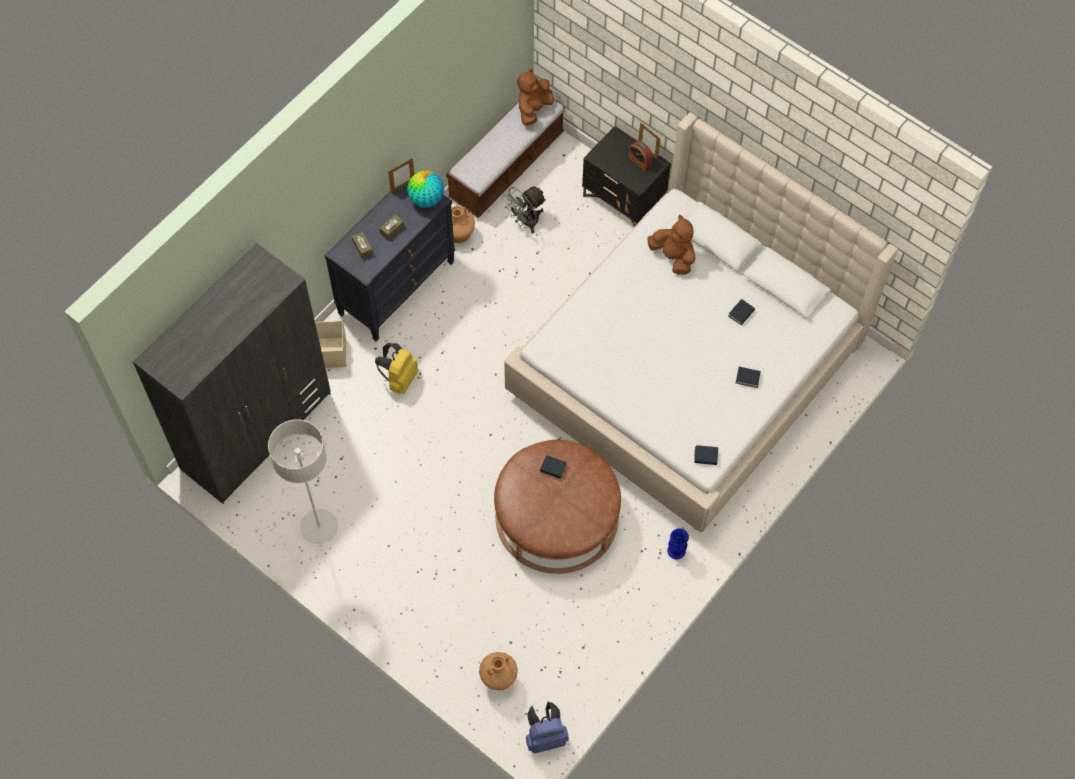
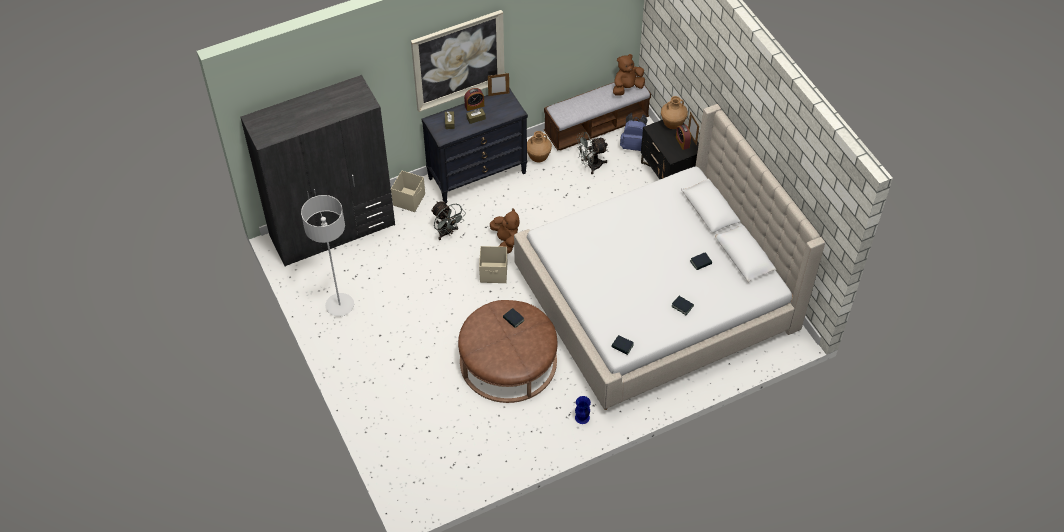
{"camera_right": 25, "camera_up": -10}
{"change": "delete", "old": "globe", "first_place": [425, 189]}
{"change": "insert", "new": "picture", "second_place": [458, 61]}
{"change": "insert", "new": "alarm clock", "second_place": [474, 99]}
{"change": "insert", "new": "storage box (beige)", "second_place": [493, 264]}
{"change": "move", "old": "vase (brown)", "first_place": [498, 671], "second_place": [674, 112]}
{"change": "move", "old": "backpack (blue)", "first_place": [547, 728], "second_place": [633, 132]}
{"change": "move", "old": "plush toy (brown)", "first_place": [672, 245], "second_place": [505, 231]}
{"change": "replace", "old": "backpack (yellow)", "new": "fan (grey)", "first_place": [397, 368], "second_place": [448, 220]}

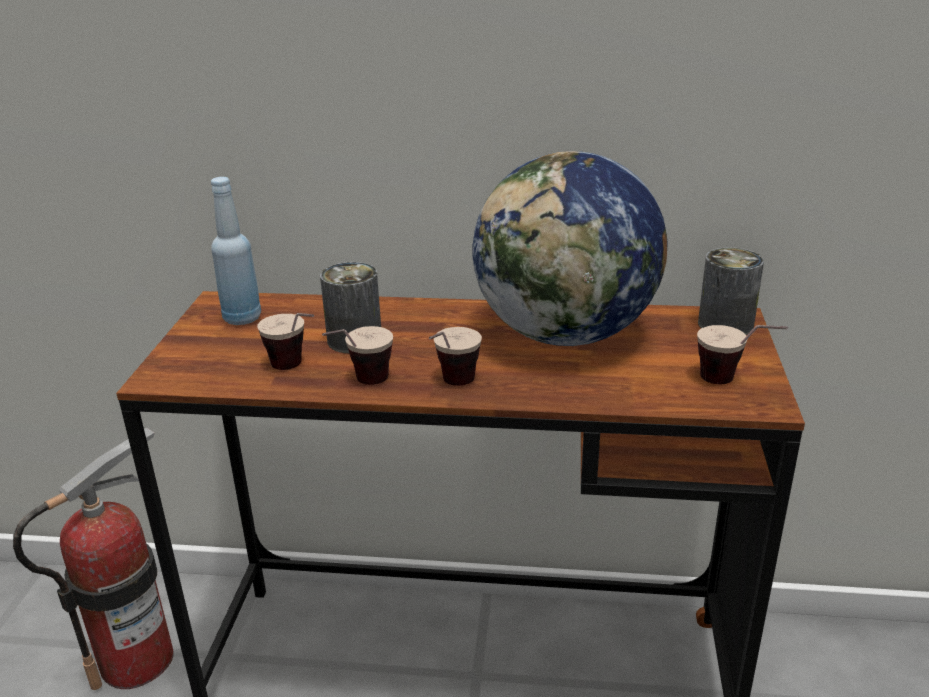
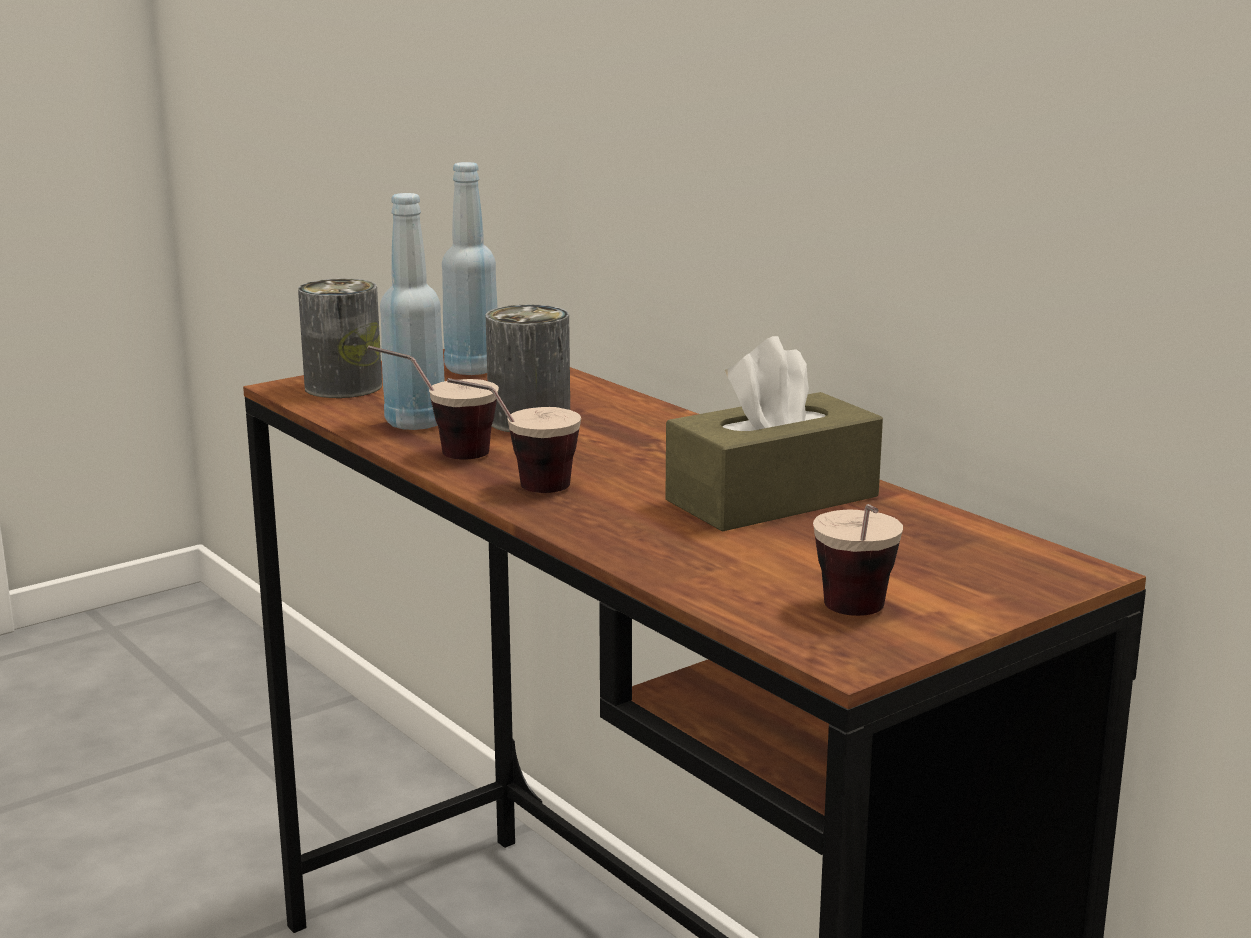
{"camera_right": 45, "camera_up": -10}
{"change": "delete", "old": "fire extinguisher", "first_place": [93, 559]}
{"change": "move", "old": "can", "first_place": [731, 291], "second_place": [340, 338]}
{"change": "replace", "old": "cup", "new": "bottle (blue)", "first_place": [285, 341], "second_place": [412, 311]}
{"change": "replace", "old": "globe", "new": "tissue box (brown)", "first_place": [570, 248], "second_place": [774, 434]}

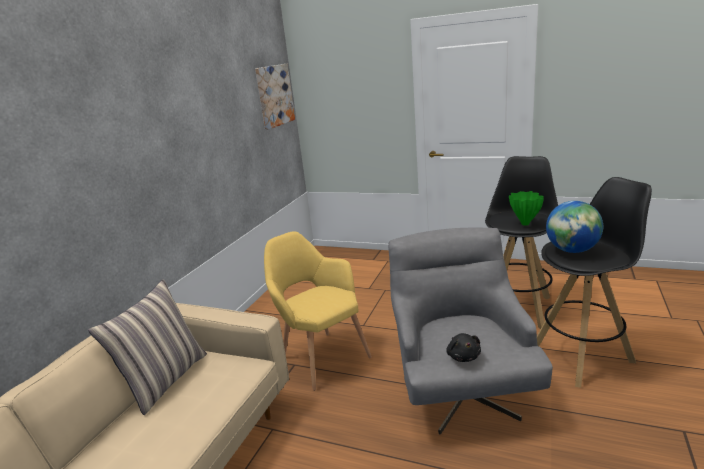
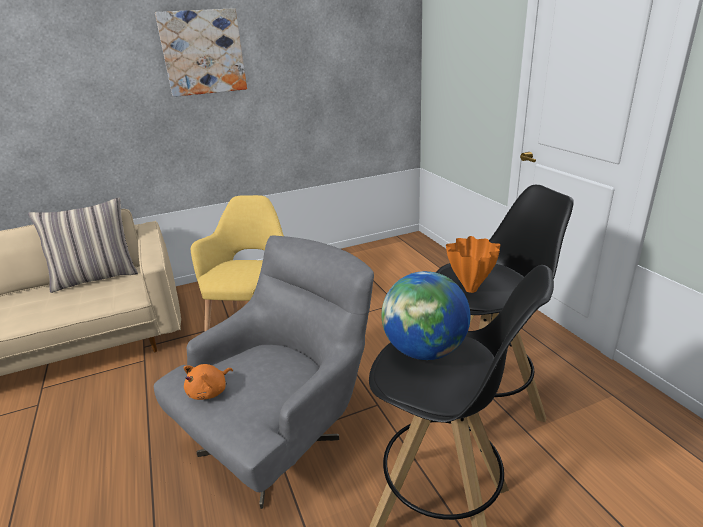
{"camera_right": 45, "camera_up": 5}
{"change": "move", "old": "picture", "first_place": [275, 97], "second_place": [201, 52]}
{"change": "recolor", "old": "plush toy (black)", "new": "plush toy (orange)", "first_place": [463, 347], "second_place": [208, 382]}
{"change": "recolor", "old": "vase (green)", "new": "vase (orange)", "first_place": [526, 208], "second_place": [473, 264]}

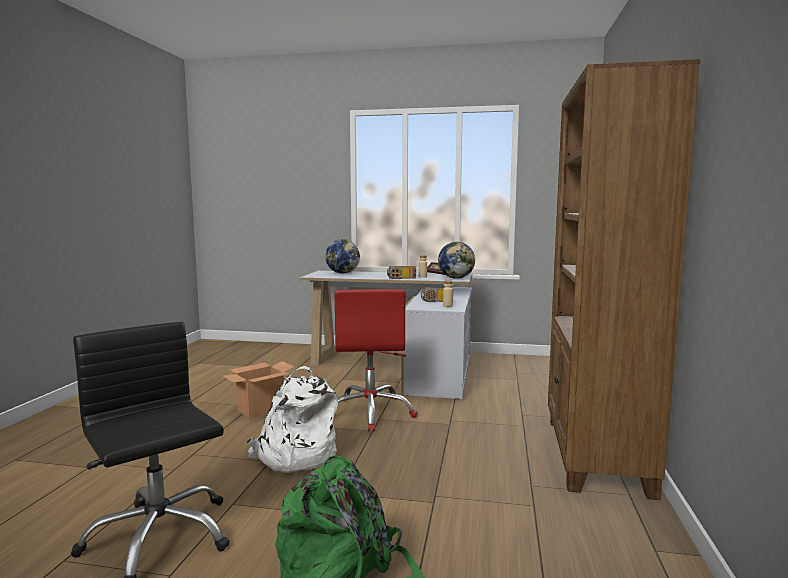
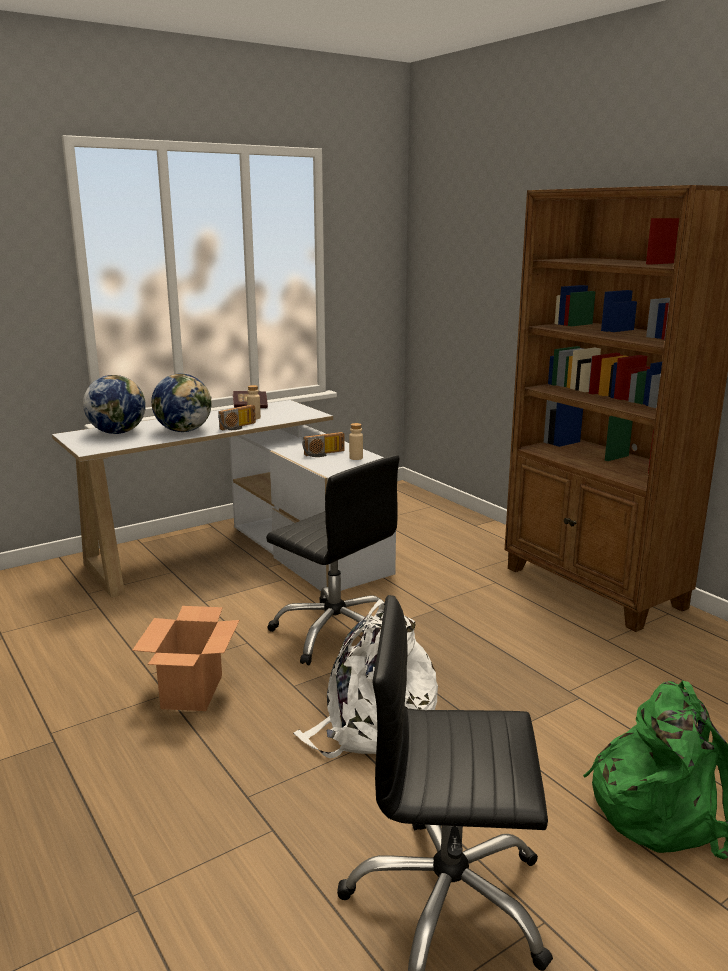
{"camera_right": -45, "camera_up": 10}
{"change": "move", "old": "globe", "first_place": [456, 260], "second_place": [181, 403]}
{"change": "recolor", "old": "office chair (red)", "new": "office chair (black)", "first_place": [376, 360], "second_place": [333, 560]}

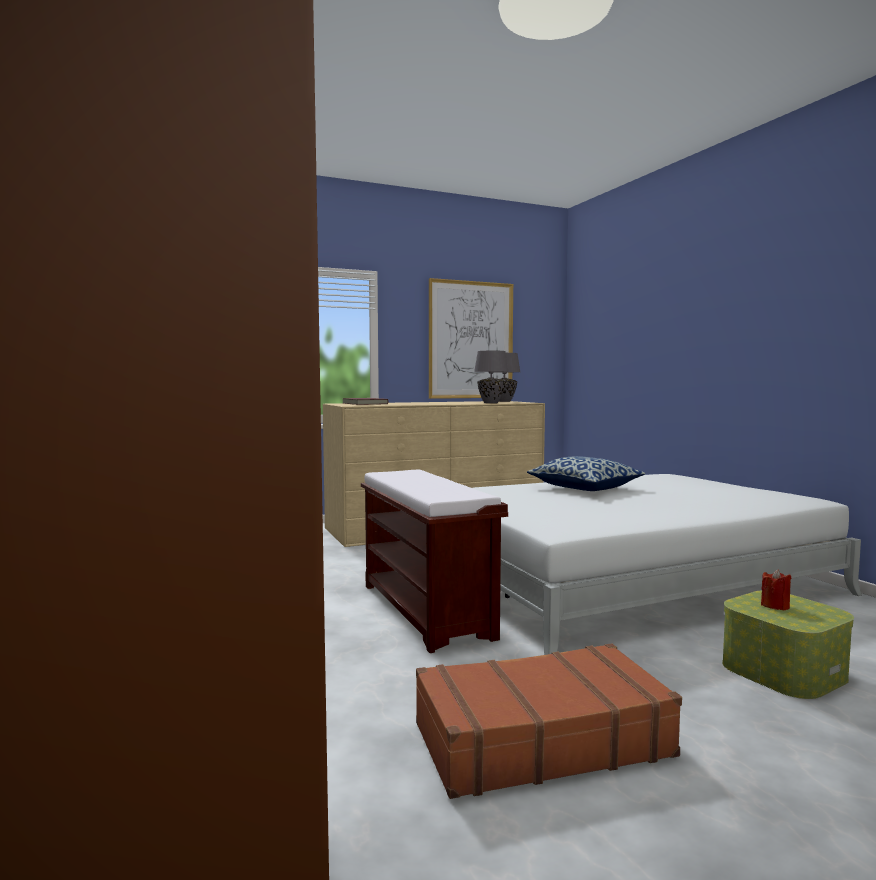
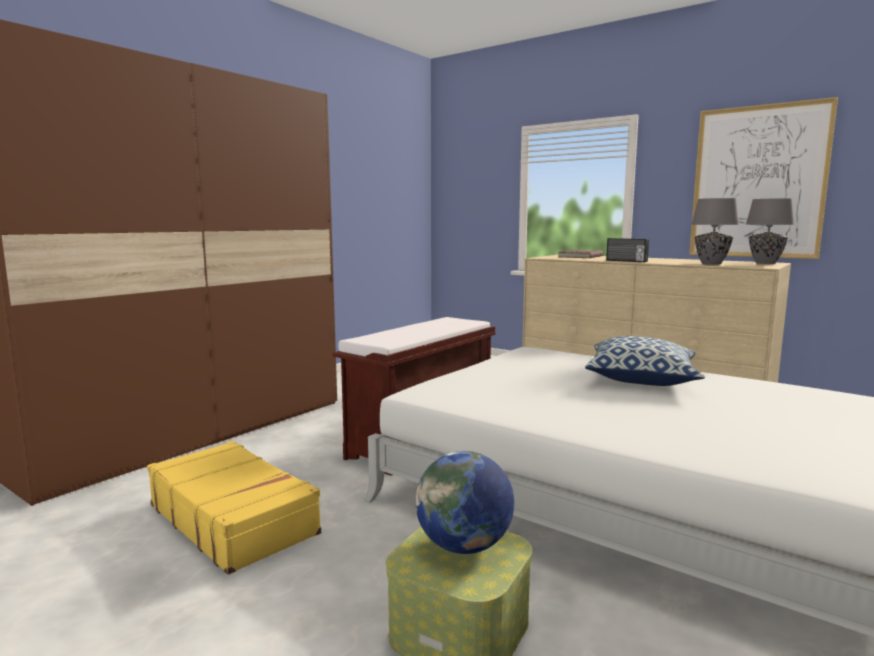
{"camera_right": 60, "camera_up": 5}
{"change": "insert", "new": "radio", "second_place": [627, 250]}
{"change": "replace", "old": "candle (red)", "new": "globe", "first_place": [776, 589], "second_place": [464, 502]}
{"change": "recolor", "old": "suitcase (brown)", "new": "suitcase (yellow)", "first_place": [549, 721], "second_place": [234, 508]}

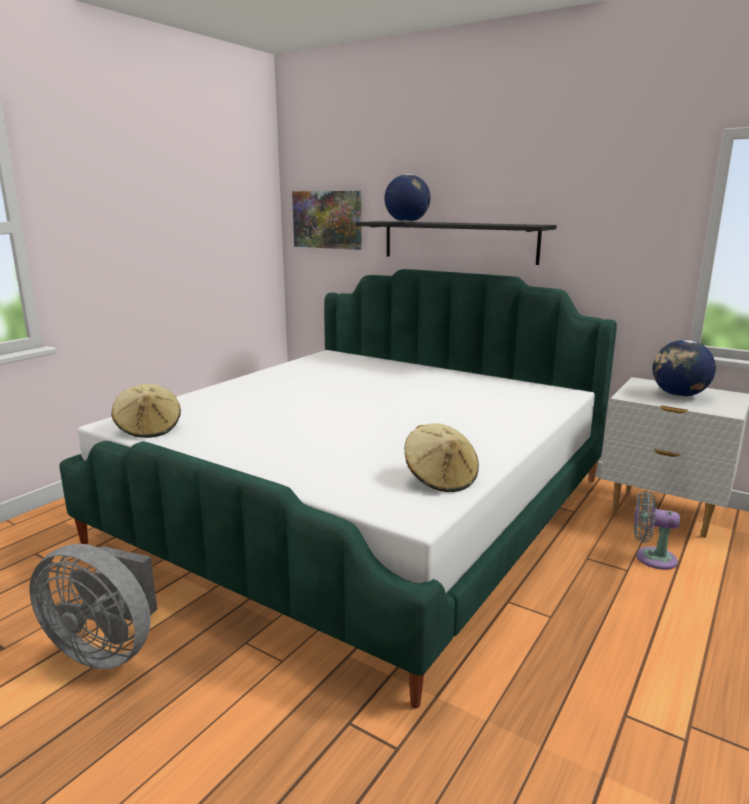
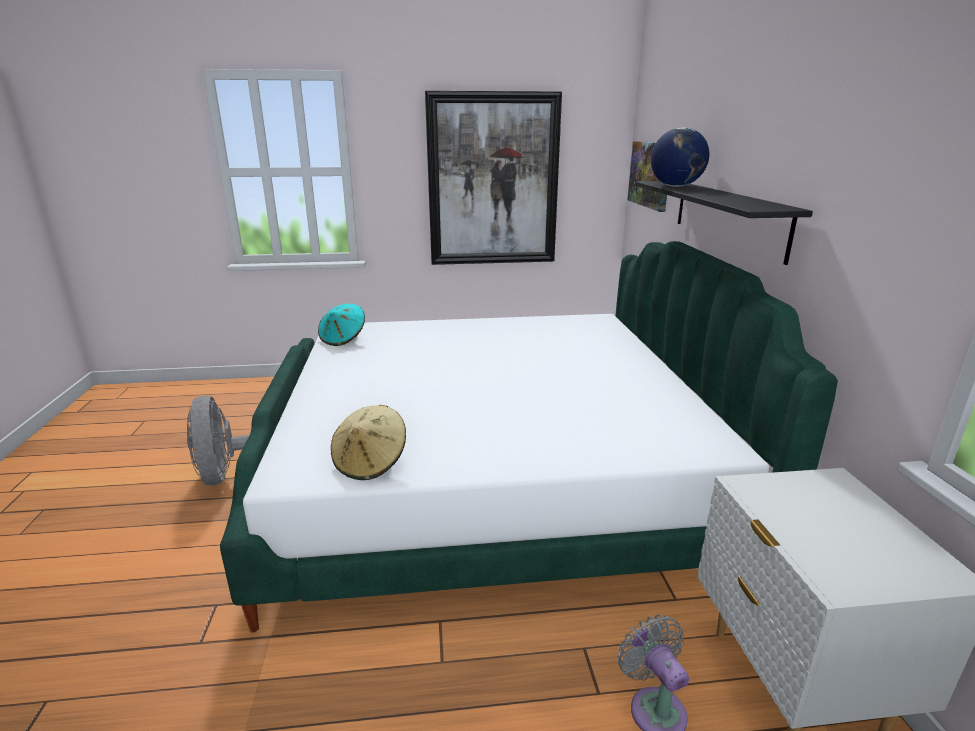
{"camera_right": 50, "camera_up": 5}
{"change": "delete", "old": "globe", "first_place": [684, 368]}
{"change": "insert", "new": "picture", "second_place": [493, 178]}
{"change": "recolor", "old": "hat (beige)", "new": "hat (turquoise)", "first_place": [146, 411], "second_place": [341, 325]}

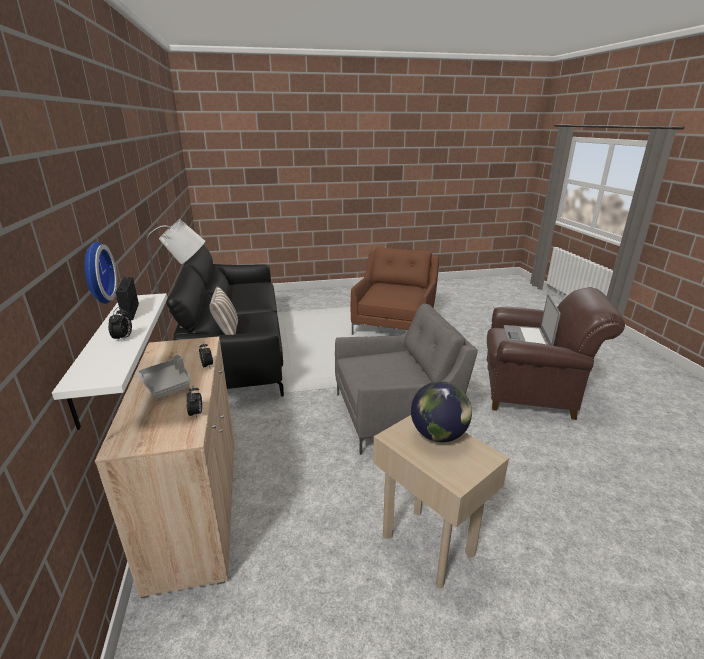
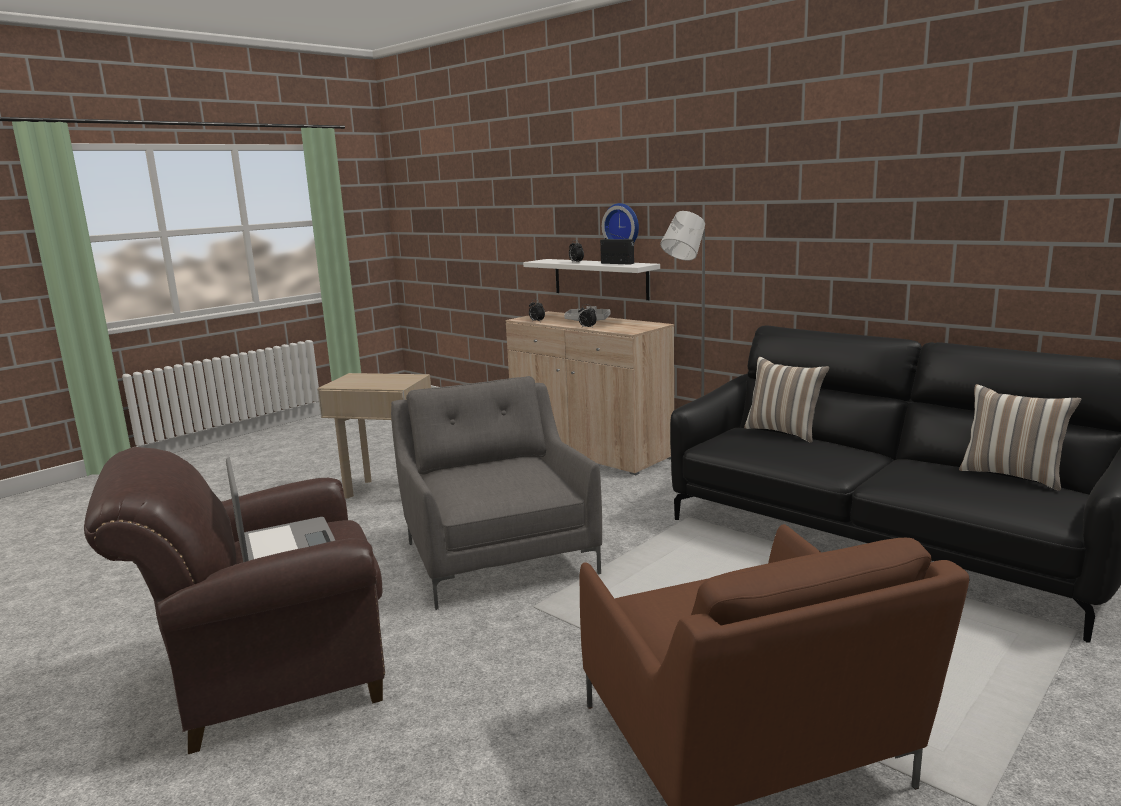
{"camera_right": 145, "camera_up": -10}
{"change": "delete", "old": "globe", "first_place": [441, 411]}
{"change": "insert", "new": "pillow", "second_place": [1020, 437]}
{"change": "rotate", "old": "armchair (grey)", "first_place": [406, 379], "second_place": [496, 493], "degrees": 120}

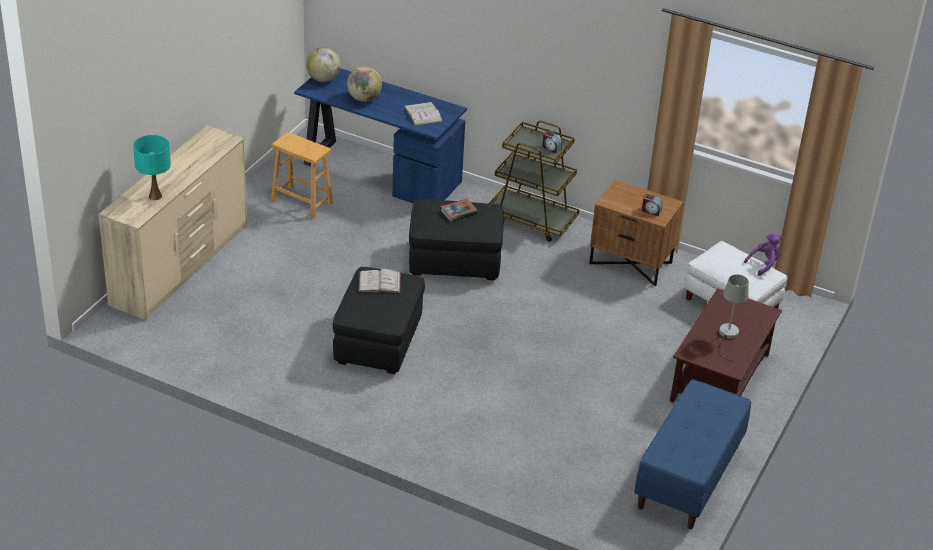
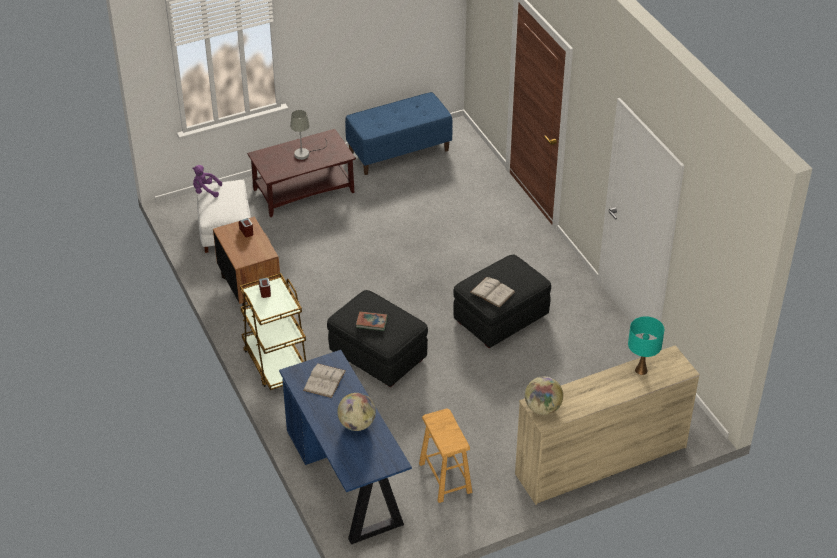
{"camera_right": -140, "camera_up": 5}
{"change": "move", "old": "globe", "first_place": [323, 64], "second_place": [544, 395]}

